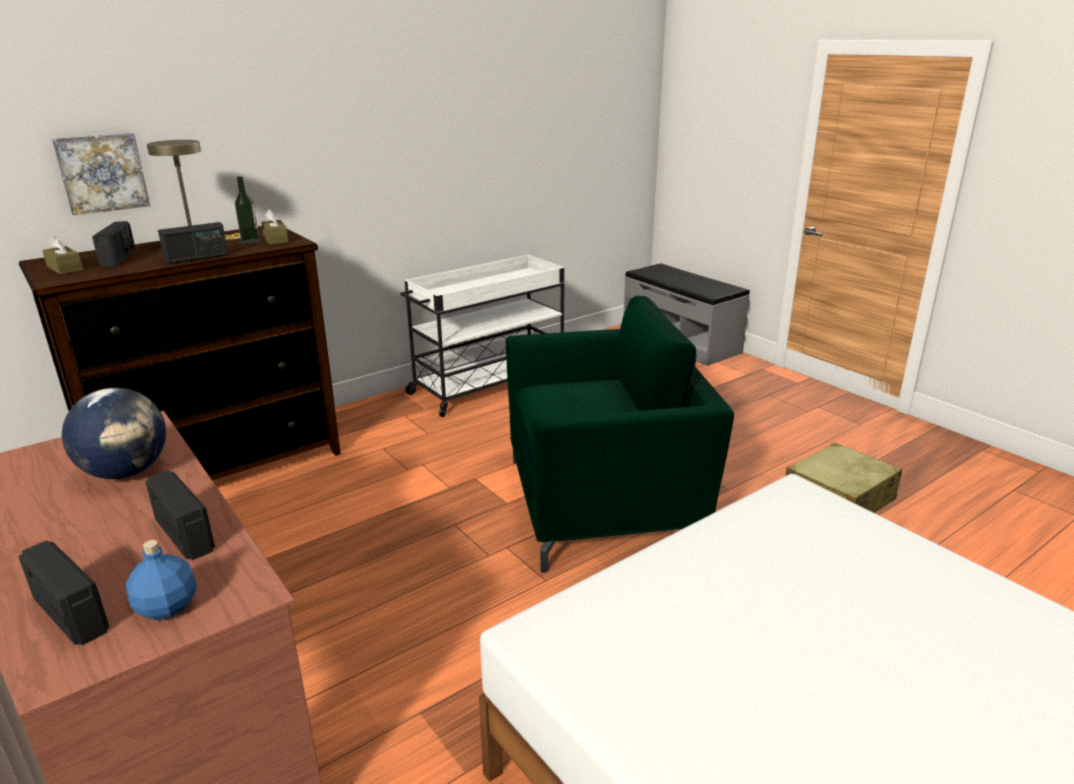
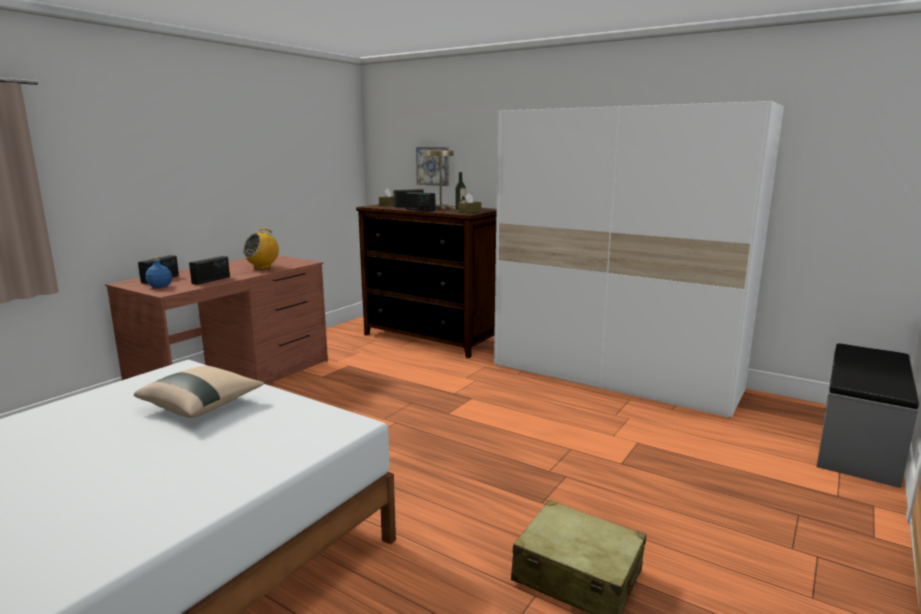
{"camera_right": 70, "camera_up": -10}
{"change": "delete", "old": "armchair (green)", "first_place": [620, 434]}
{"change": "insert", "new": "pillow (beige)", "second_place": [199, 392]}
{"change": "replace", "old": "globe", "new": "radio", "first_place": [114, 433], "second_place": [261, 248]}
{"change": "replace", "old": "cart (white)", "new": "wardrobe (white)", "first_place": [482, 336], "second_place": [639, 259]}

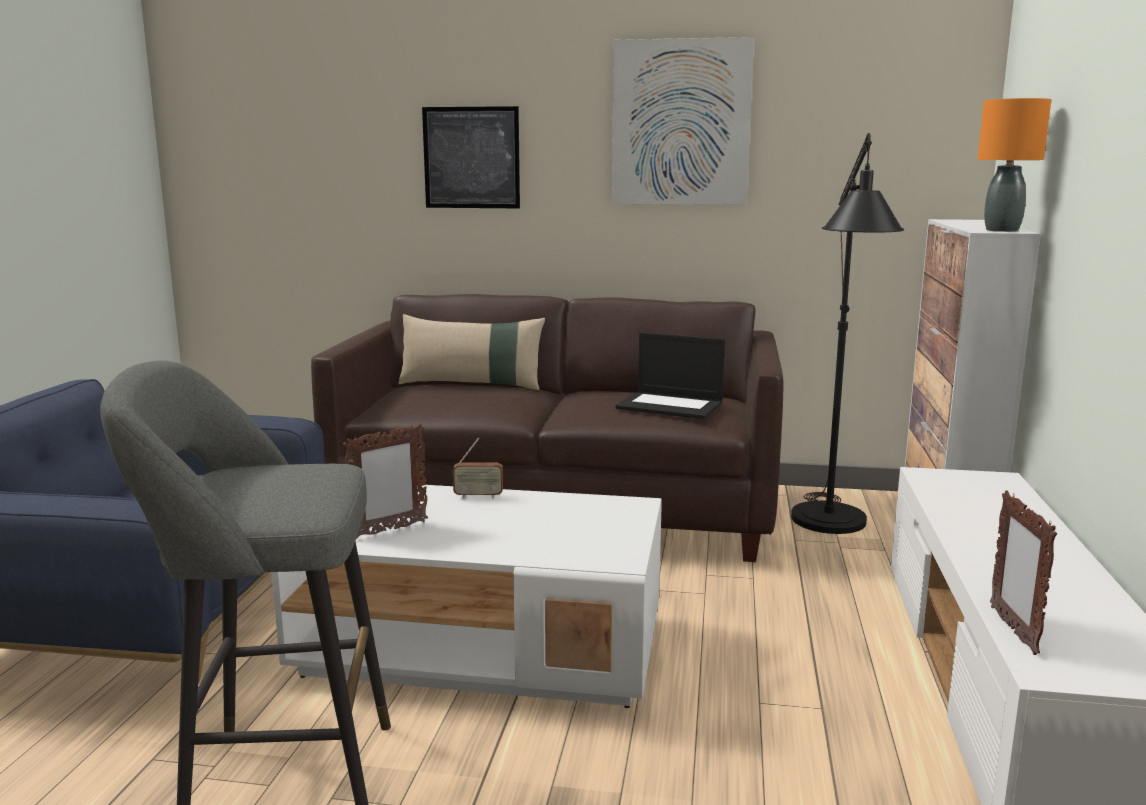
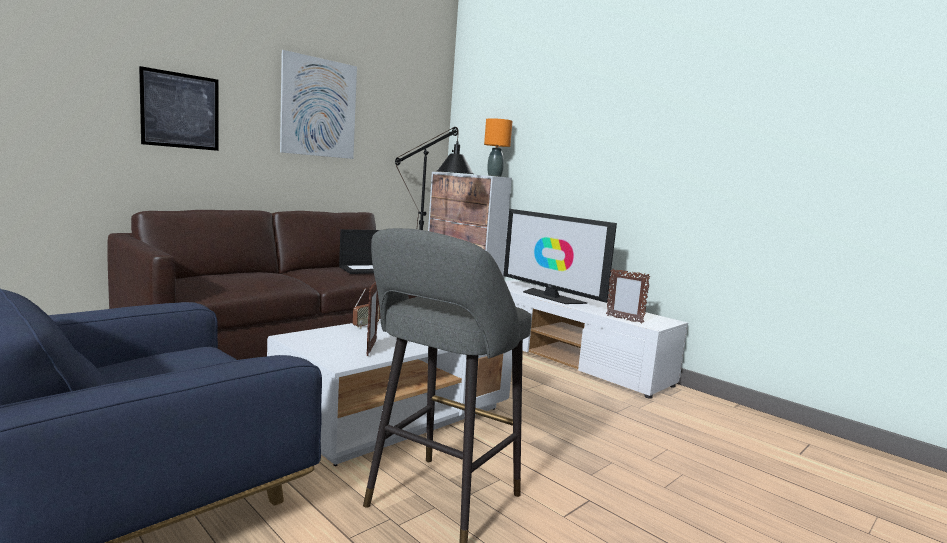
{"camera_right": -55, "camera_up": -5}
{"change": "delete", "old": "pillow (beige)", "first_place": [471, 352]}
{"change": "insert", "new": "television", "second_place": [560, 256]}

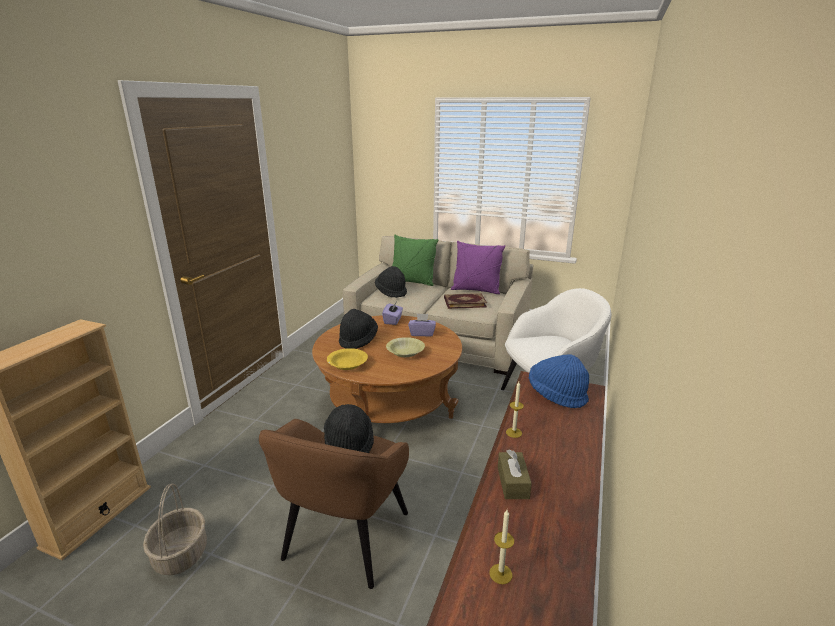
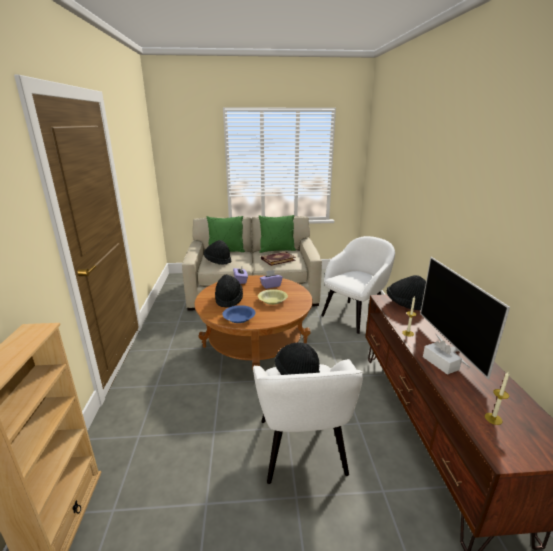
{"camera_right": -25, "camera_up": 0}
{"change": "delete", "old": "basket", "first_place": [175, 529]}
{"change": "insert", "new": "television", "second_place": [465, 318]}
{"change": "recolor", "old": "armchair (brown)", "new": "armchair (white)", "first_place": [334, 504], "second_place": [308, 421]}
{"change": "recolor", "old": "bowl (yellow)", "new": "bowl (blue)", "first_place": [347, 359], "second_place": [239, 314]}
{"change": "recolor", "old": "pillow (purple)", "new": "pillow (green)", "first_place": [478, 267], "second_place": [277, 234]}
{"change": "recolor", "old": "tissue box (brown)", "new": "tissue box (white)", "first_place": [515, 474], "second_place": [442, 358]}
{"change": "recolor", "old": "hat (blue)", "new": "hat (black)", "first_place": [559, 381], "second_place": [406, 292]}

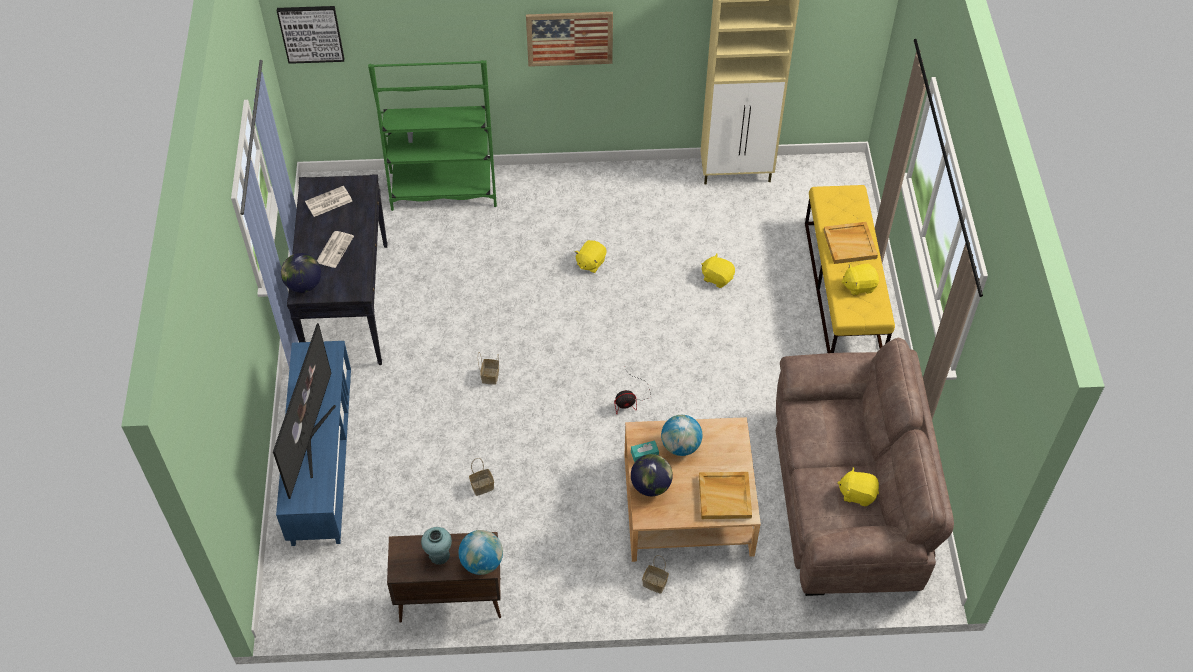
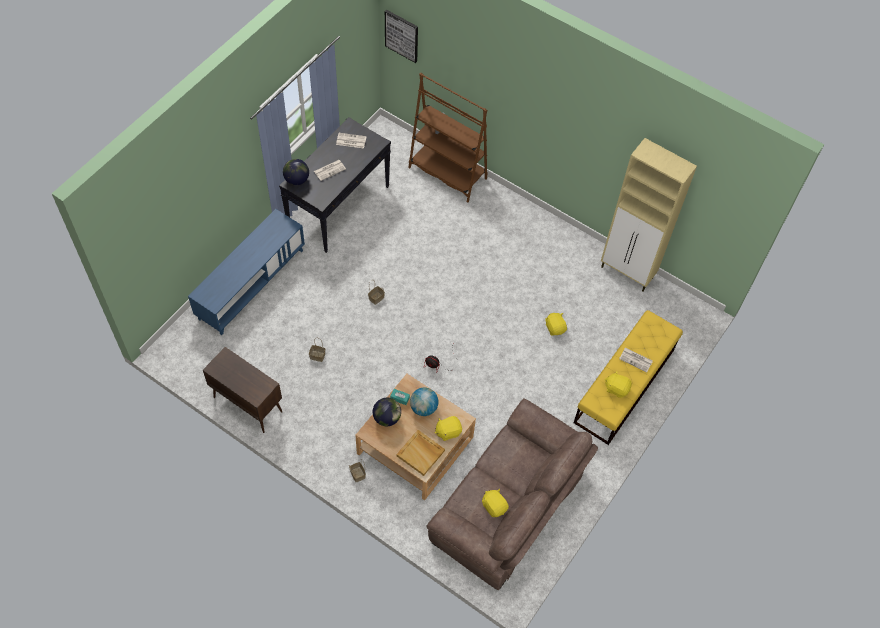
{"camera_right": 35, "camera_up": 5}
{"change": "delete", "old": "television", "first_place": [304, 411]}
{"change": "delete", "old": "vase (turquoise)", "first_place": [436, 546]}
{"change": "delete", "old": "globe", "first_place": [481, 552]}
{"change": "delete", "old": "picture", "first_place": [569, 39]}
{"change": "move", "old": "plush toy (yellow)", "first_place": [590, 256], "second_place": [448, 428]}
{"change": "replace", "old": "tray (beige)", "new": "newspaper", "first_place": [850, 243], "second_place": [636, 359]}
{"change": "recolor", "old": "bookcase (green)", "new": "bookcase (brown)", "first_place": [432, 135], "second_place": [448, 138]}

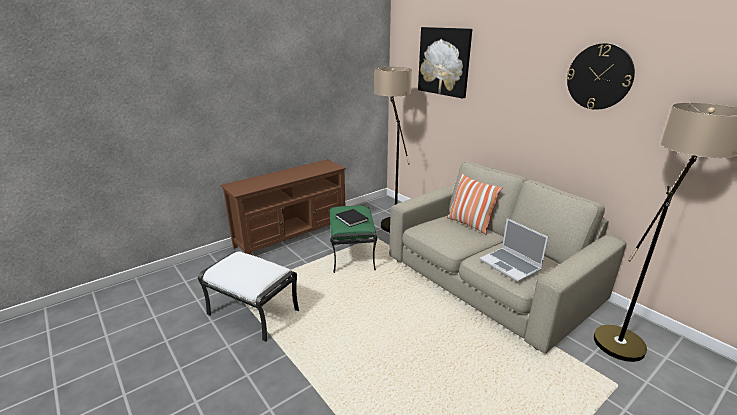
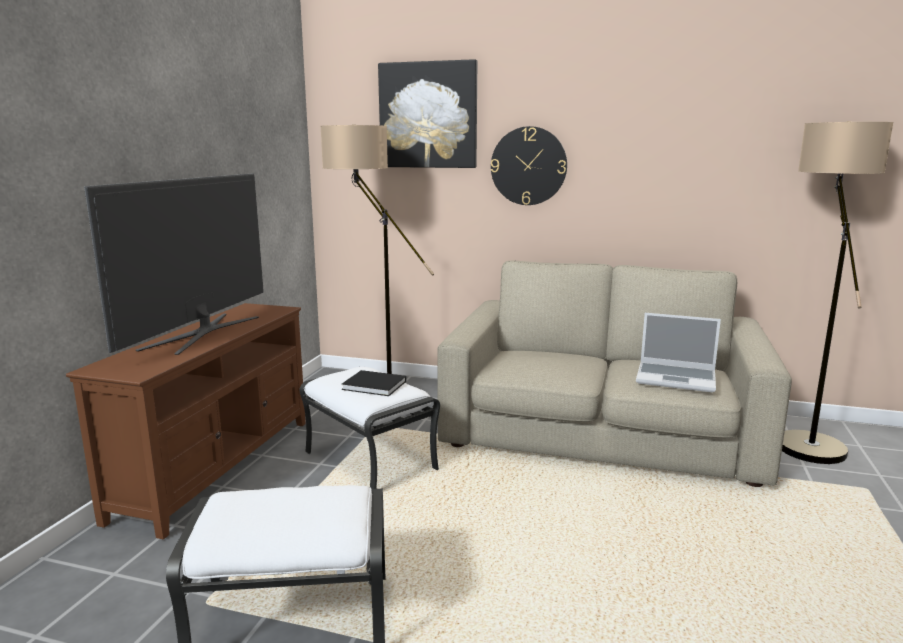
{"camera_right": -35, "camera_up": -10}
{"change": "delete", "old": "pillow", "first_place": [474, 204]}
{"change": "insert", "new": "television", "second_place": [174, 264]}
{"change": "move", "old": "wall clock", "first_place": [601, 76], "second_place": [529, 165]}
{"change": "recolor", "old": "ottoman (green)", "new": "ottoman (white)", "first_place": [353, 239], "second_place": [370, 428]}

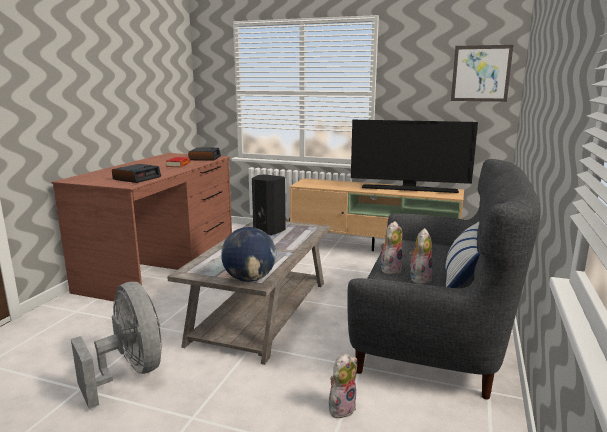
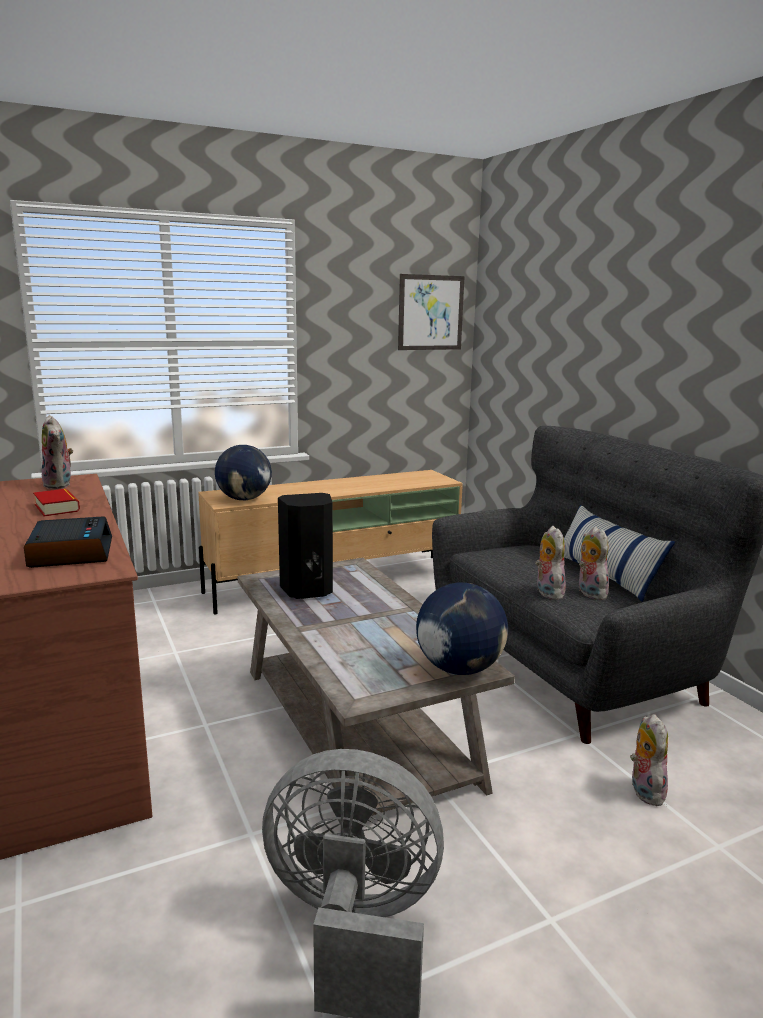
{"camera_right": -45, "camera_up": 0}
{"change": "delete", "old": "television", "first_place": [414, 156]}
{"change": "insert", "new": "globe", "second_place": [243, 472]}
{"change": "replace", "old": "alarm clock", "new": "plush toy", "first_place": [204, 154], "second_place": [57, 452]}

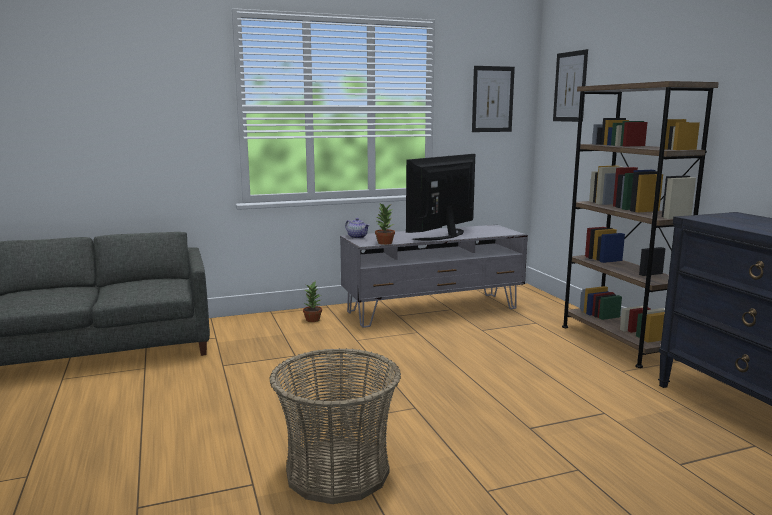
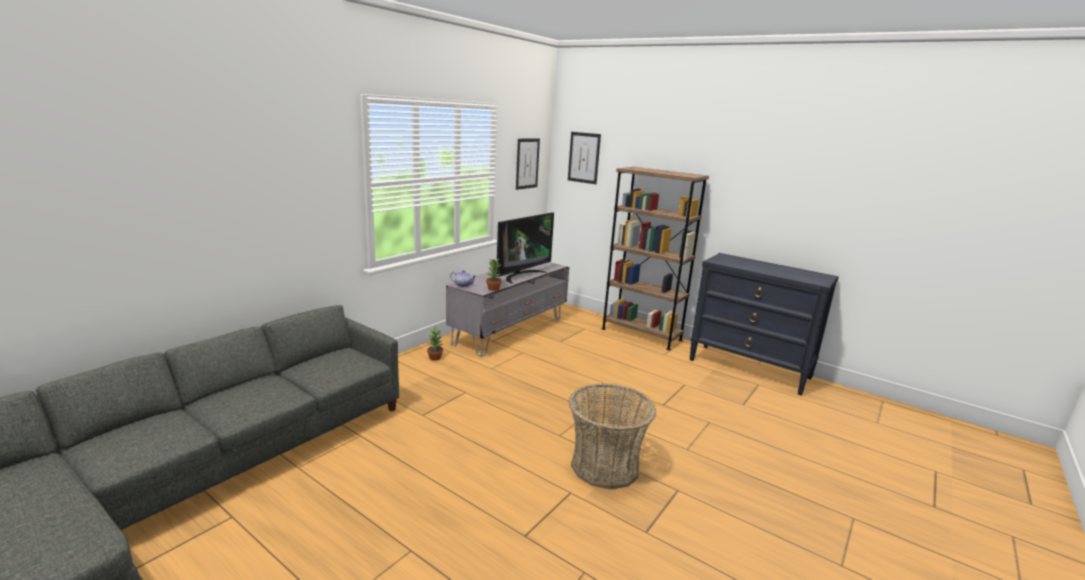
{"camera_right": -35, "camera_up": 5}
{"change": "rotate", "old": "television", "first_place": [440, 197], "second_place": [525, 248], "degrees": -150}

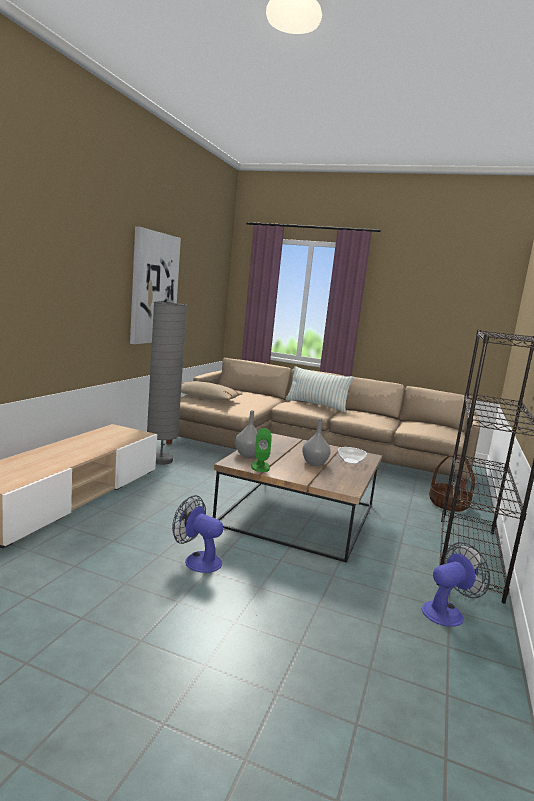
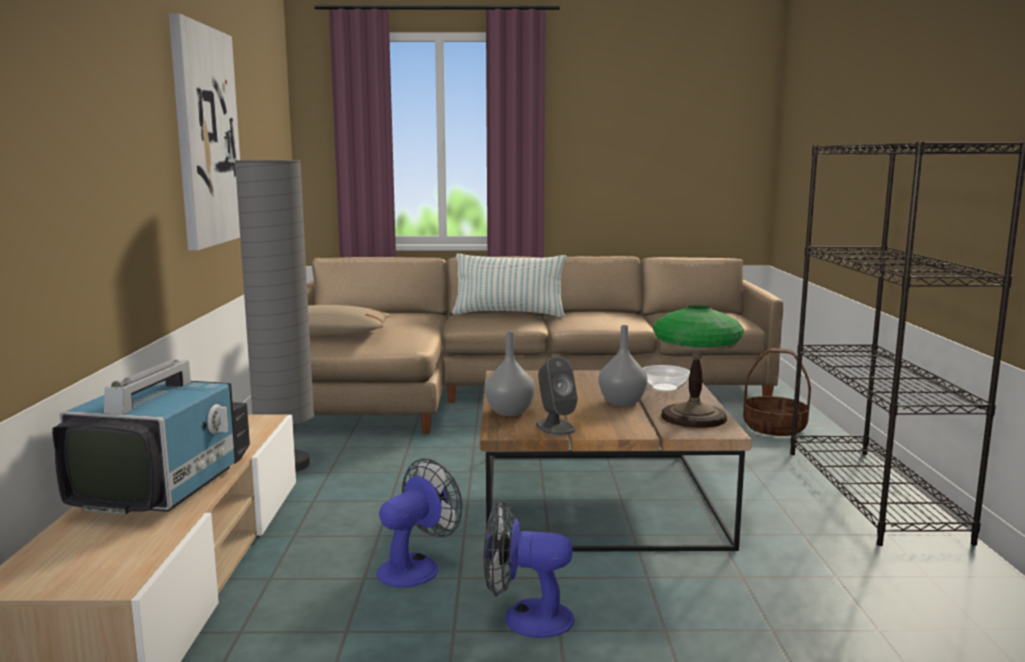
{"camera_right": -20, "camera_up": 0}
{"change": "insert", "new": "television", "second_place": [151, 437]}
{"change": "insert", "new": "table lamp", "second_place": [698, 366]}
{"change": "move", "old": "fan", "first_place": [456, 584], "second_place": [419, 523]}
{"change": "recolor", "old": "speaker (green)", "new": "speaker (grey)", "first_place": [261, 450], "second_place": [557, 395]}

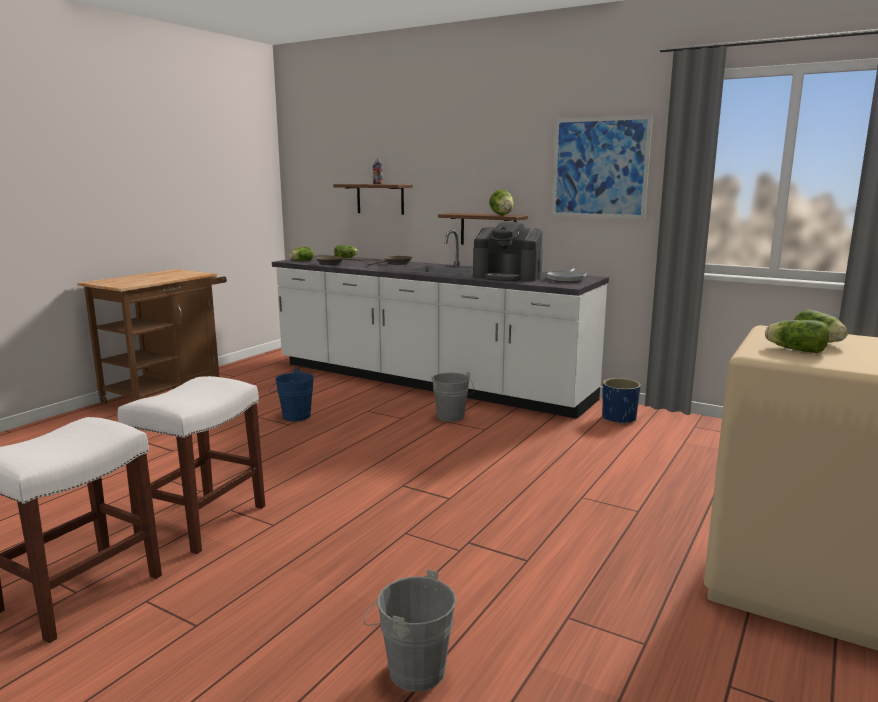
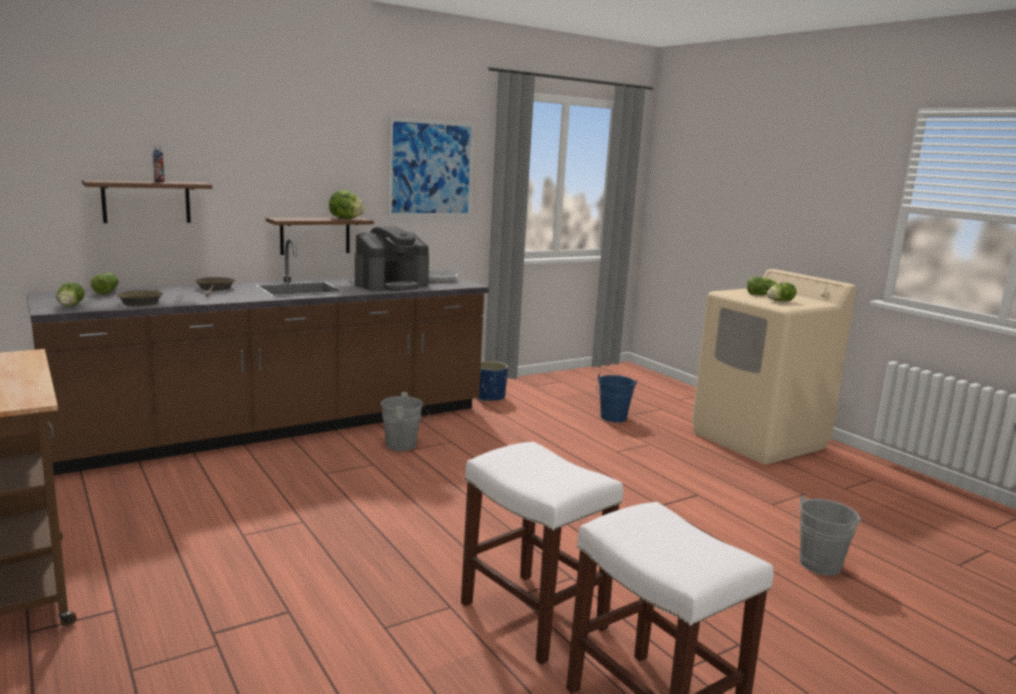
{"camera_right": -65, "camera_up": 0}
{"change": "move", "old": "bucket (blue)", "first_place": [291, 395], "second_place": [616, 398]}
{"change": "recolor", "old": "counter (white)", "new": "counter (brown)", "first_place": [440, 324], "second_place": [257, 357]}

